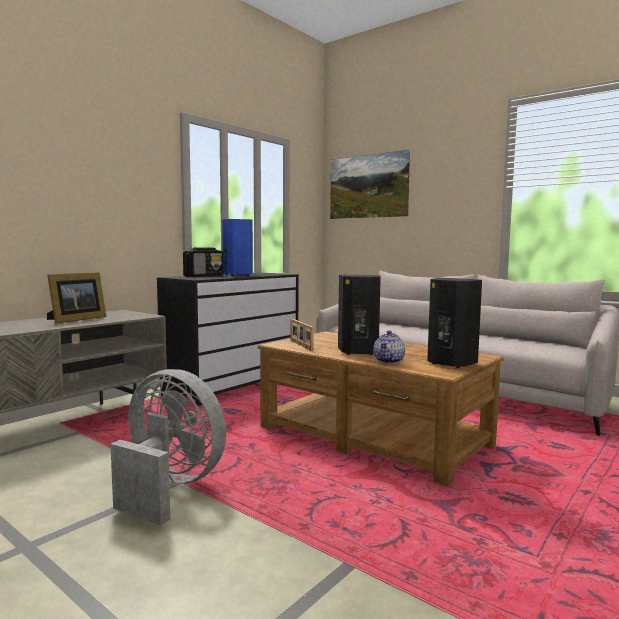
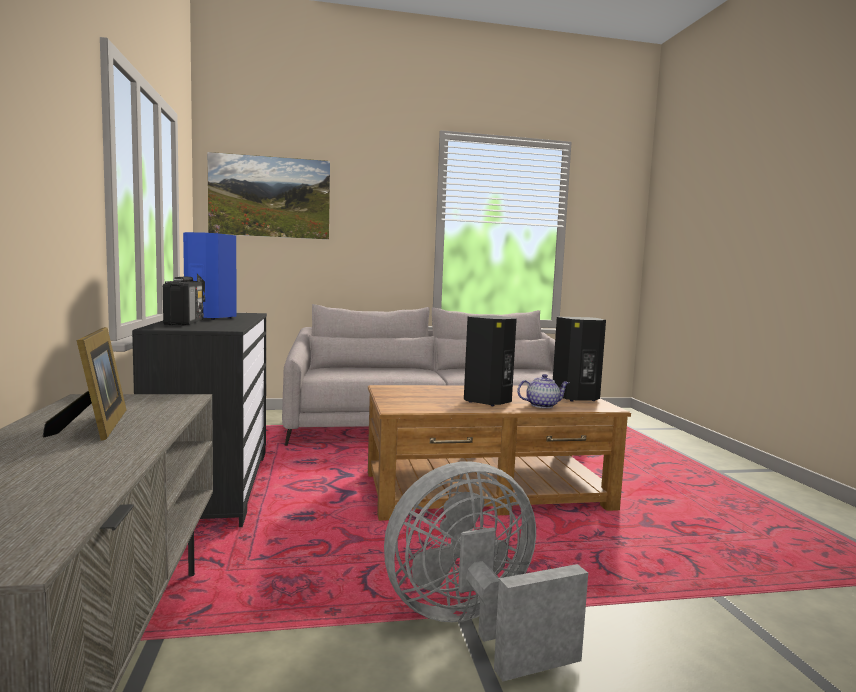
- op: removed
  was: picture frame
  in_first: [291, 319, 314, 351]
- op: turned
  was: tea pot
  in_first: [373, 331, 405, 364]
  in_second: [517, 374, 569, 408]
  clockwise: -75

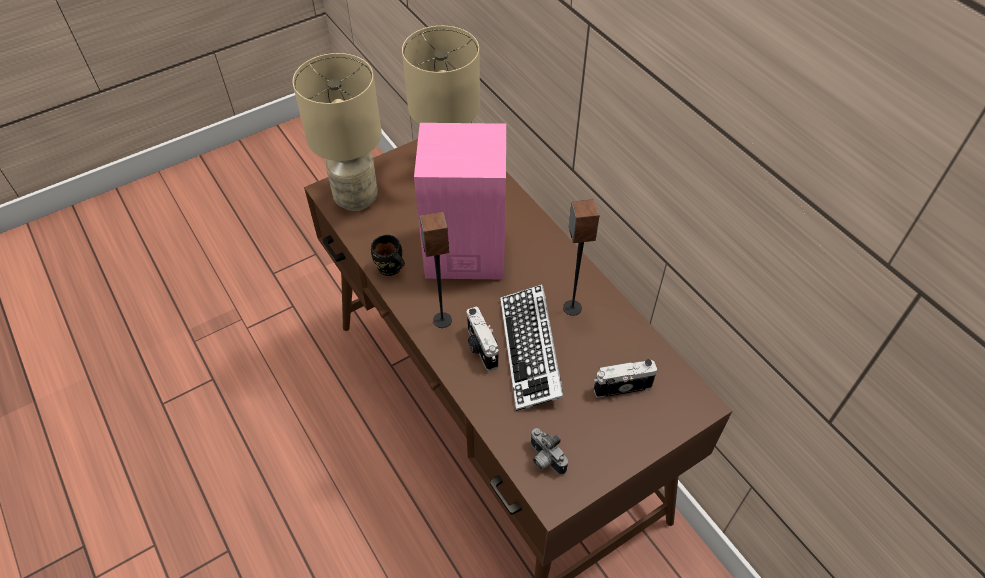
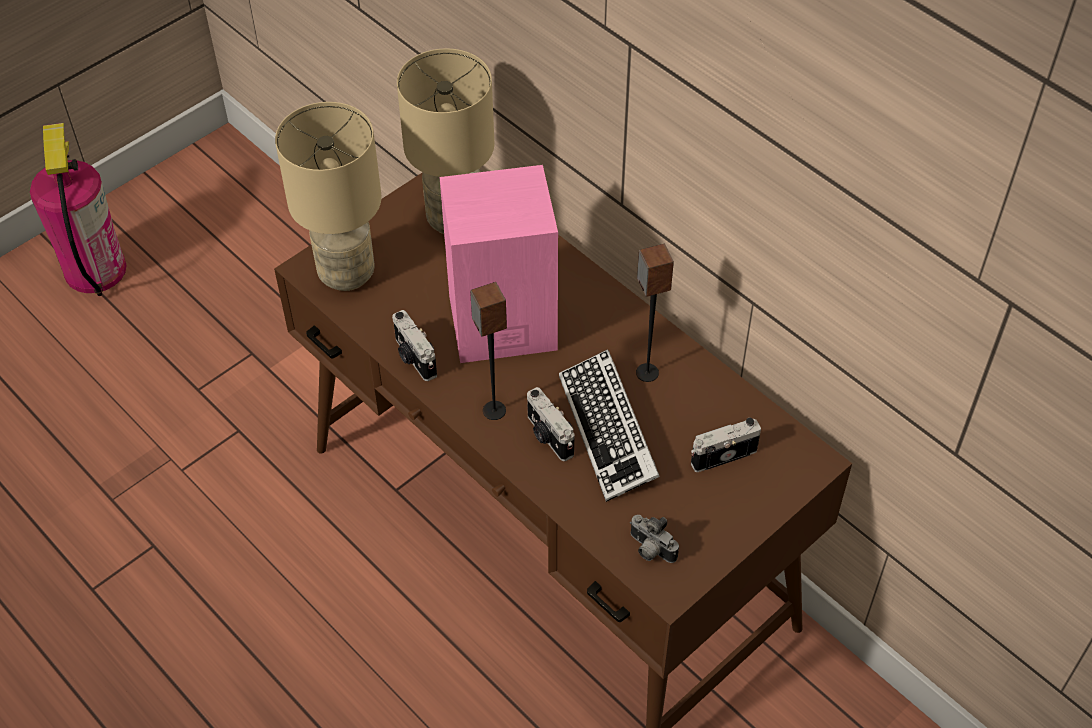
- op: replaced
  was: blackish mug
  now: photo camera
  in_first: [371, 235, 405, 276]
  in_second: [392, 310, 437, 381]
- op: added
  now: extinguisher
  in_second: [30, 123, 127, 296]

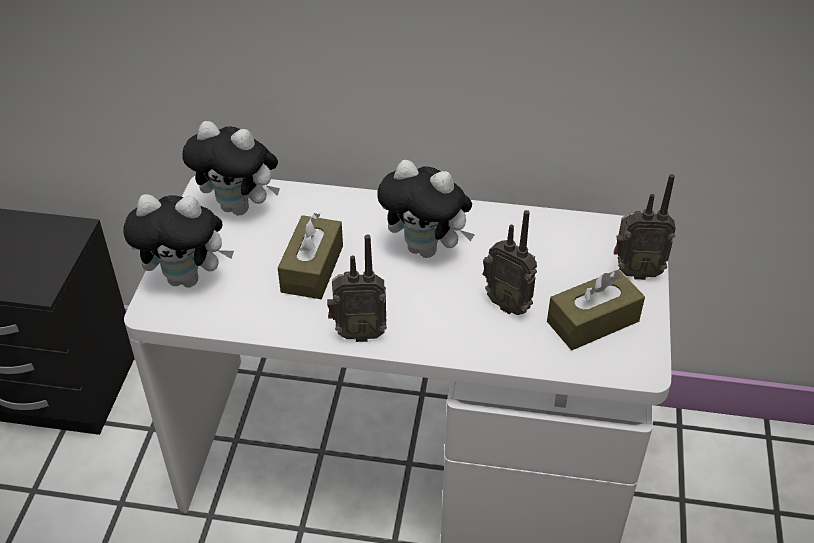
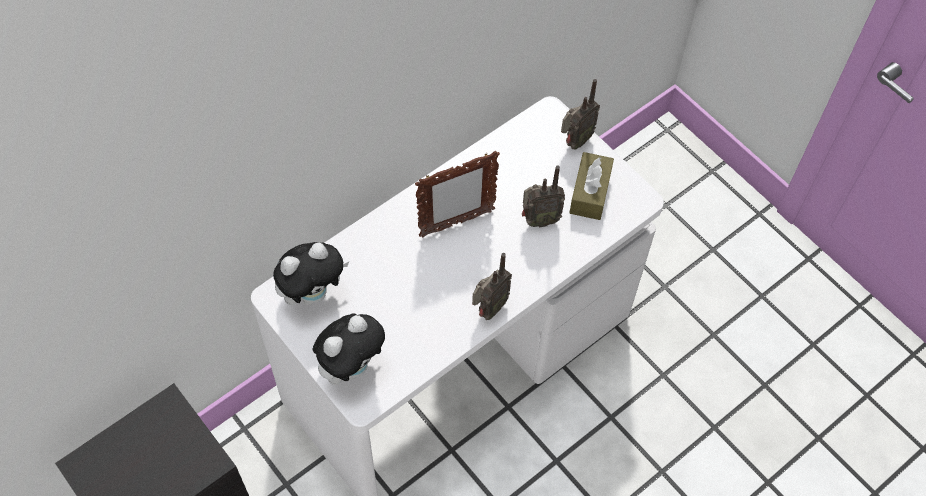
- op: replaced
  was: soft toy
  now: picture frame
  in_first: [378, 160, 475, 258]
  in_second: [415, 151, 500, 238]
- op: removed
  was: brownish tissue holder
  in_first: [278, 213, 343, 299]

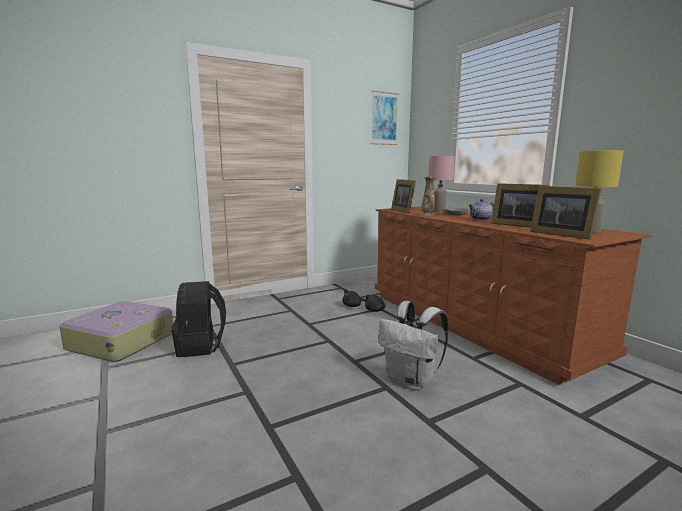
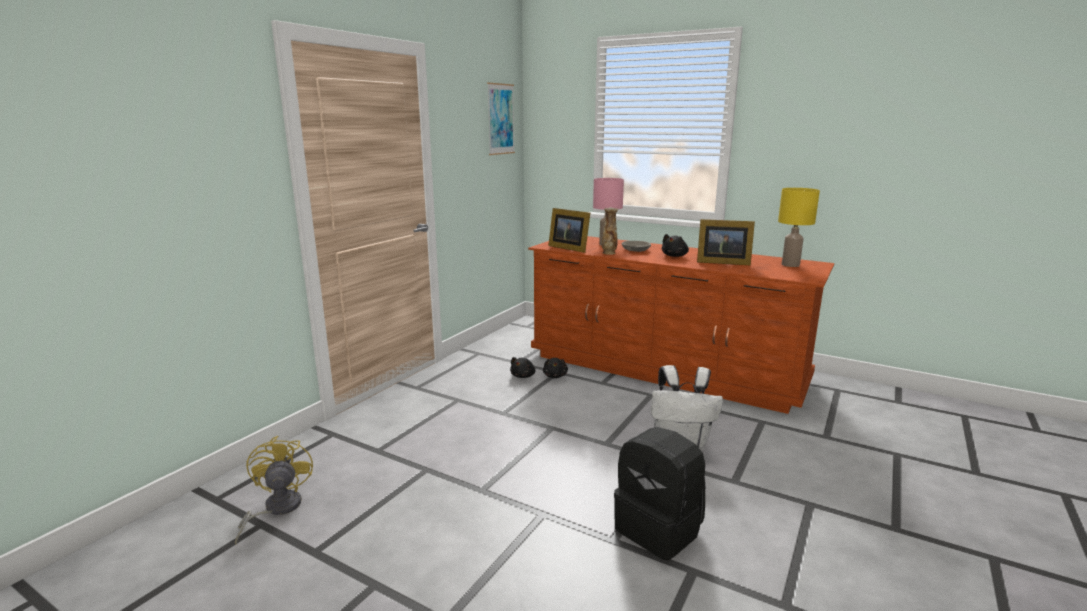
- op: removed
  was: picture frame
  in_first: [530, 186, 602, 240]
- op: replaced
  was: tea pot
  now: blackish soft toy
  in_first: [469, 199, 494, 220]
  in_second: [662, 234, 689, 257]
- op: moved
  was: blackish knapsack
  in_first: [171, 281, 226, 357]
  in_second: [614, 427, 705, 560]
- op: replaced
  was: suitcase
  now: yellowish cooling fan
  in_first: [59, 301, 173, 362]
  in_second: [235, 435, 313, 545]

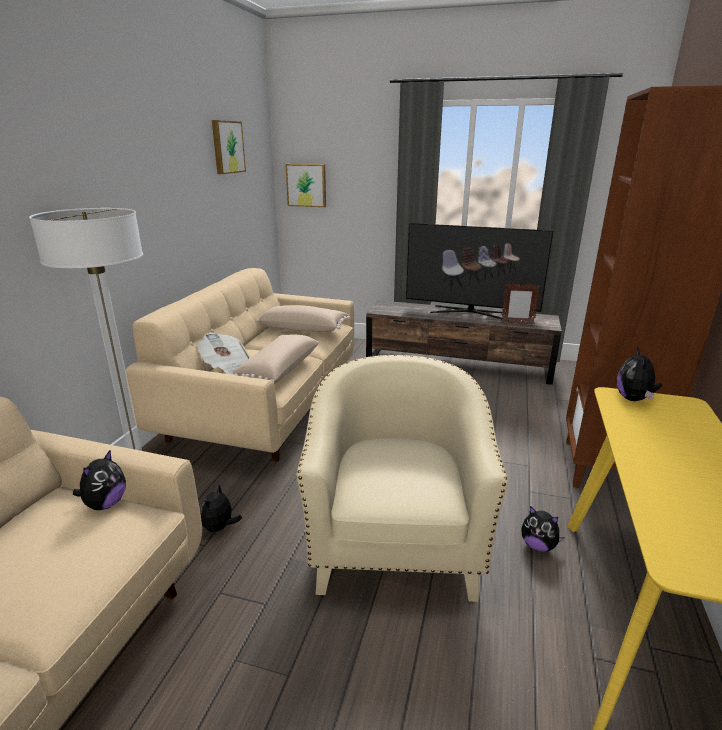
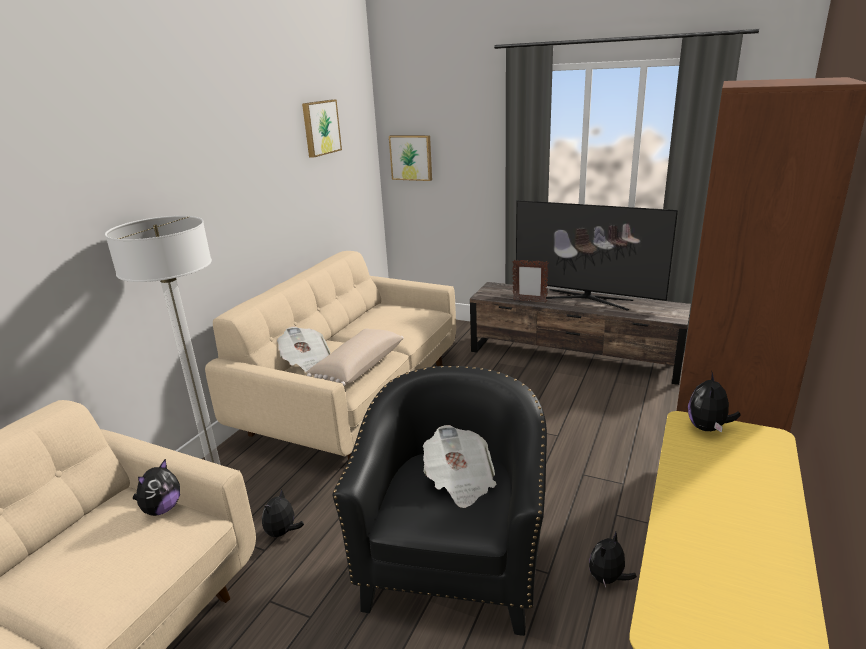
- op: moved
  was: picture frame
  in_first: [501, 284, 540, 325]
  in_second: [512, 260, 548, 302]
- op: removed
  was: sand-coloured throw pillow
  in_first: [256, 305, 350, 332]
- op: recoloured
  was: sand-coloured lounge chair
  now: blackish lounge chair
  in_first: [297, 355, 508, 602]
  in_second: [333, 366, 547, 636]
- op: turned
  was: soft toy
  in_first: [521, 506, 565, 552]
  in_second: [589, 532, 637, 588]
  clockwise: 90
- op: added
  now: printed paper
  in_second: [423, 425, 496, 508]

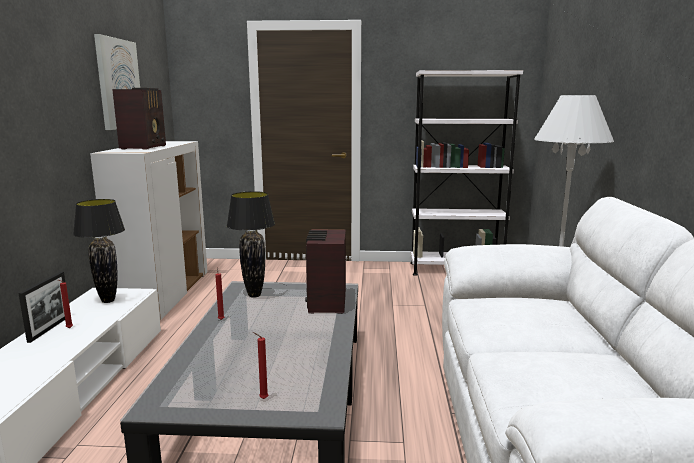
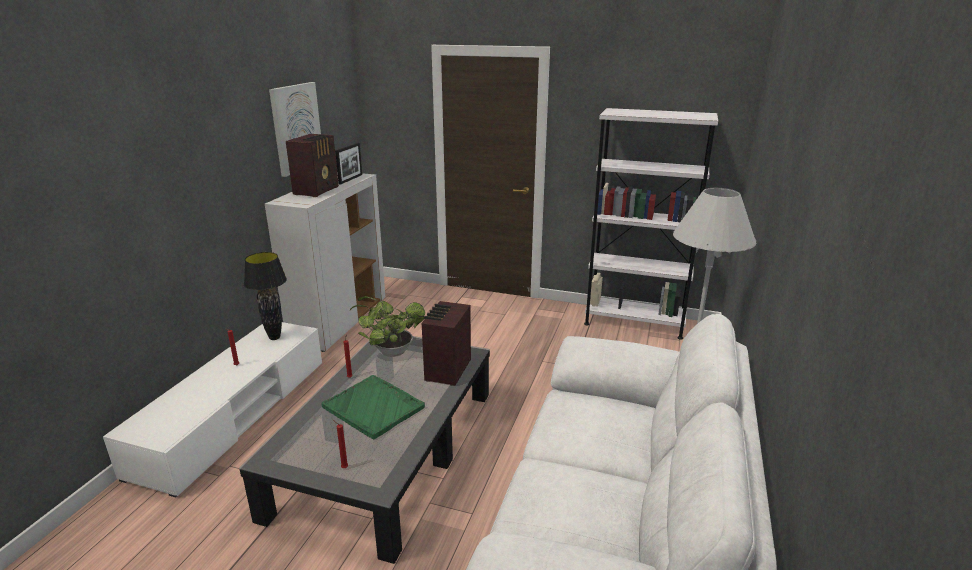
- op: replaced
  was: blackish table lamp
  now: potted plant
  in_first: [227, 191, 275, 298]
  in_second: [350, 296, 425, 357]
- op: moved
  was: picture frame
  in_first: [18, 272, 65, 343]
  in_second: [335, 143, 362, 184]
- op: added
  now: green carrying tray
  in_second: [321, 375, 425, 439]

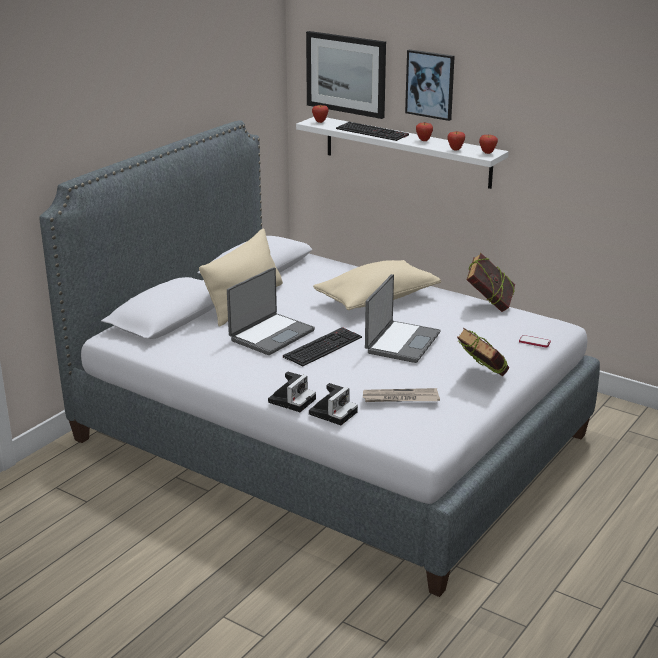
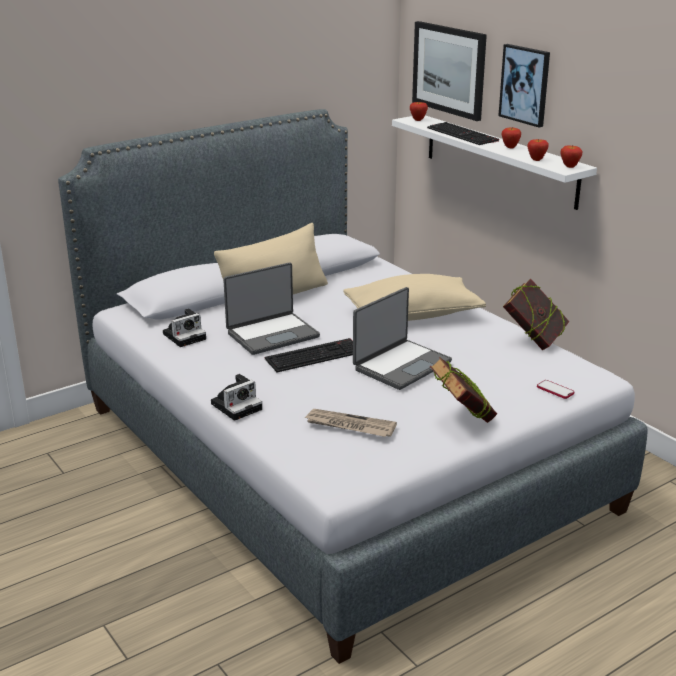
- op: moved
  was: photo camera
  in_first: [309, 383, 358, 425]
  in_second: [163, 308, 206, 347]

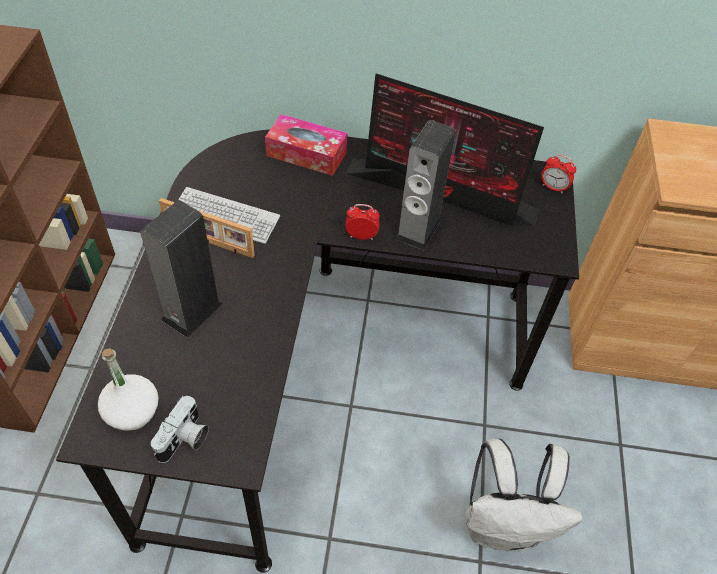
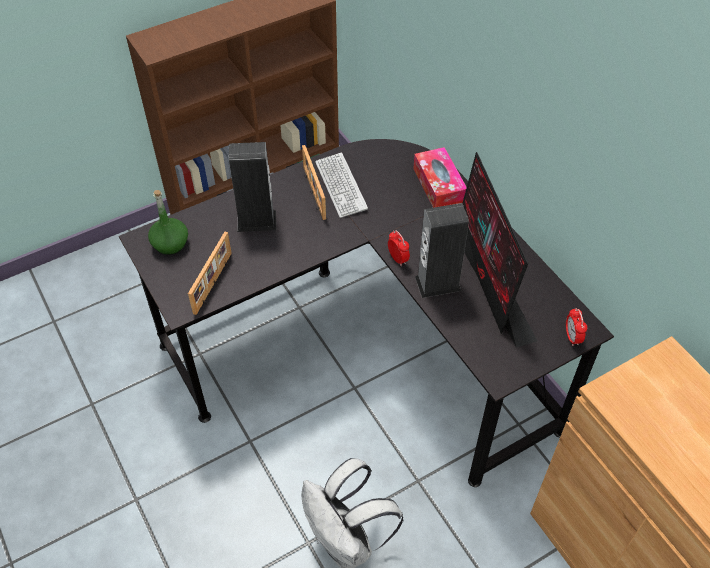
- op: recoloured
  was: white drink bottle
  now: green drink bottle
  in_first: [98, 348, 159, 431]
  in_second: [148, 190, 188, 255]
- op: removed
  was: photo camera
  in_first: [151, 396, 209, 463]
- op: added
  now: picture frame
  in_second: [188, 232, 232, 315]

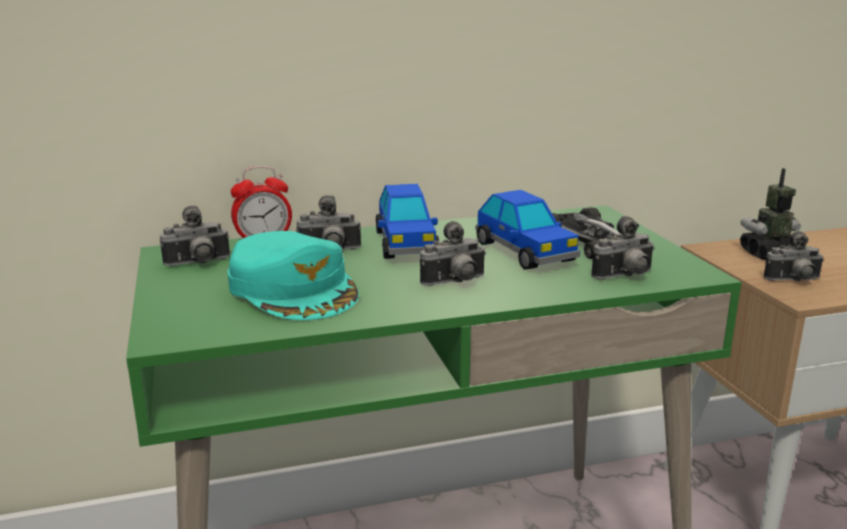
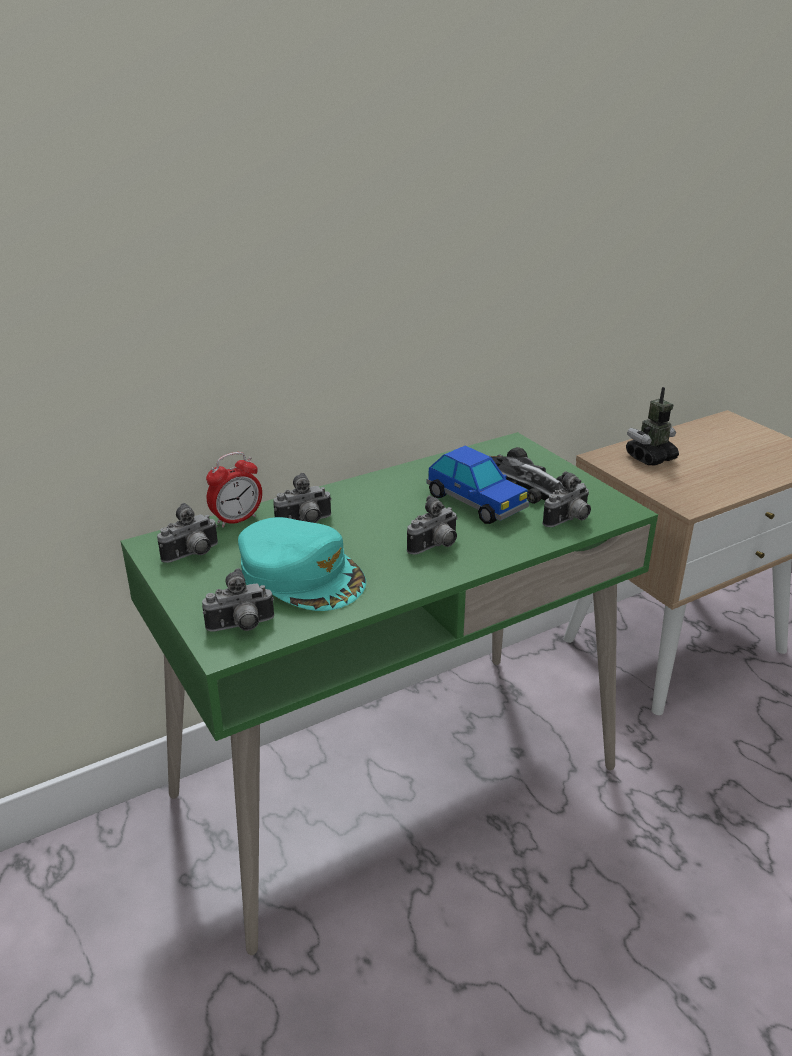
- op: removed
  was: toy car
  in_first: [376, 184, 439, 259]
- op: moved
  was: photo camera
  in_first: [763, 231, 824, 281]
  in_second: [202, 568, 274, 632]

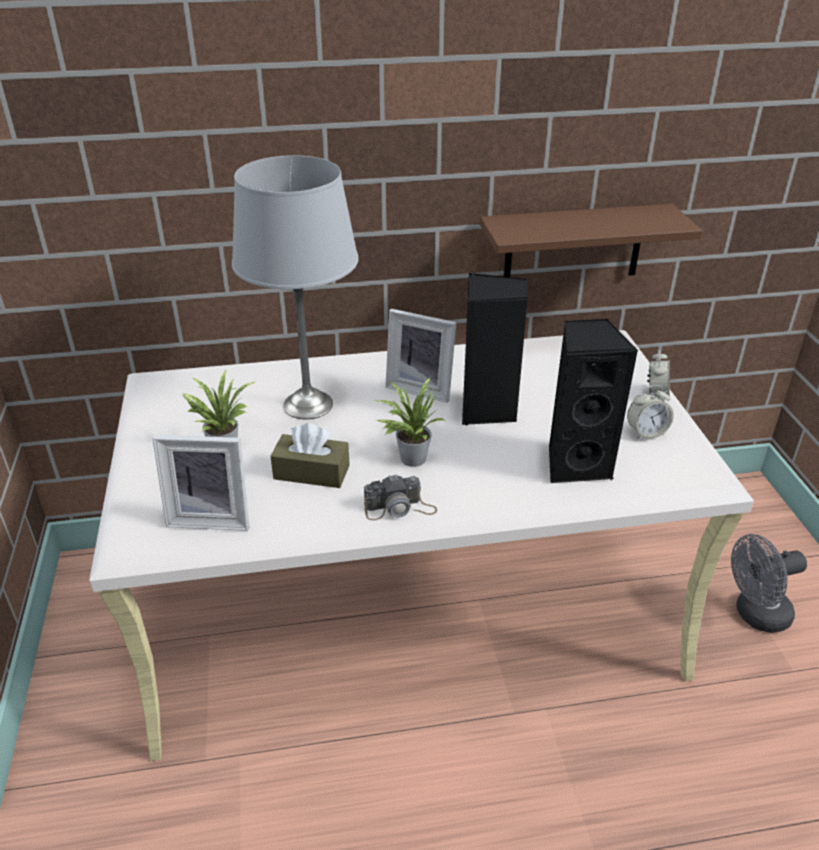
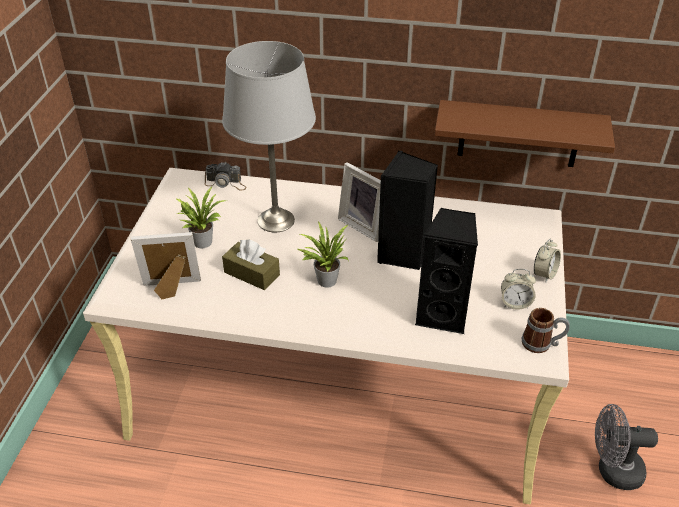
- op: turned
  was: picture frame
  in_first: [152, 435, 249, 531]
  in_second: [131, 232, 201, 299]
  clockwise: 150
- op: moved
  was: photo camera
  in_first: [364, 474, 437, 520]
  in_second: [205, 162, 247, 191]
- op: added
  now: mug
  in_second: [522, 308, 570, 353]

